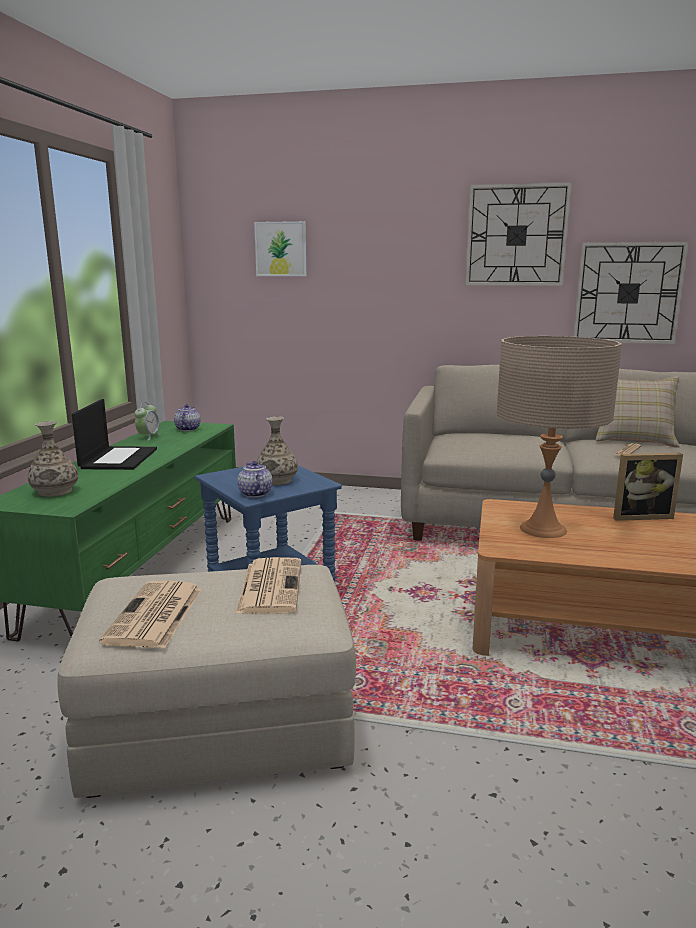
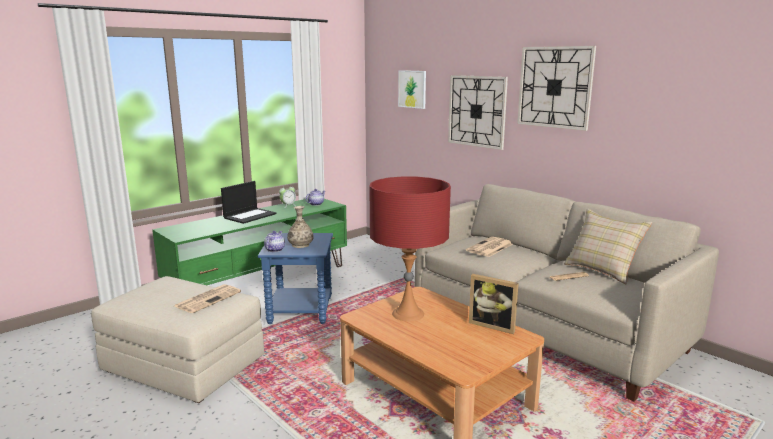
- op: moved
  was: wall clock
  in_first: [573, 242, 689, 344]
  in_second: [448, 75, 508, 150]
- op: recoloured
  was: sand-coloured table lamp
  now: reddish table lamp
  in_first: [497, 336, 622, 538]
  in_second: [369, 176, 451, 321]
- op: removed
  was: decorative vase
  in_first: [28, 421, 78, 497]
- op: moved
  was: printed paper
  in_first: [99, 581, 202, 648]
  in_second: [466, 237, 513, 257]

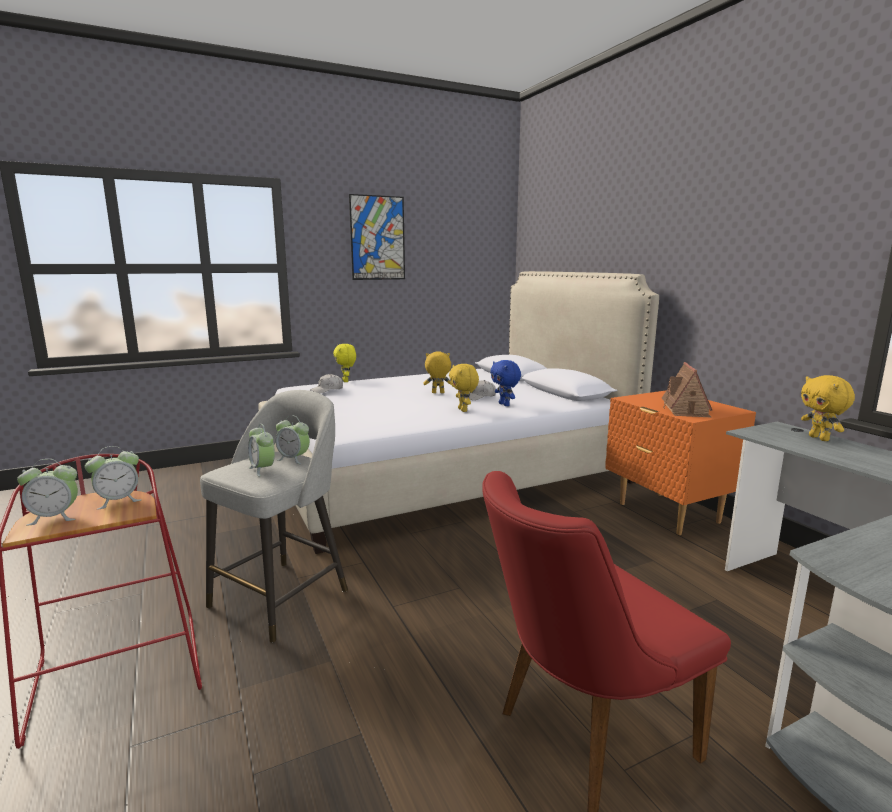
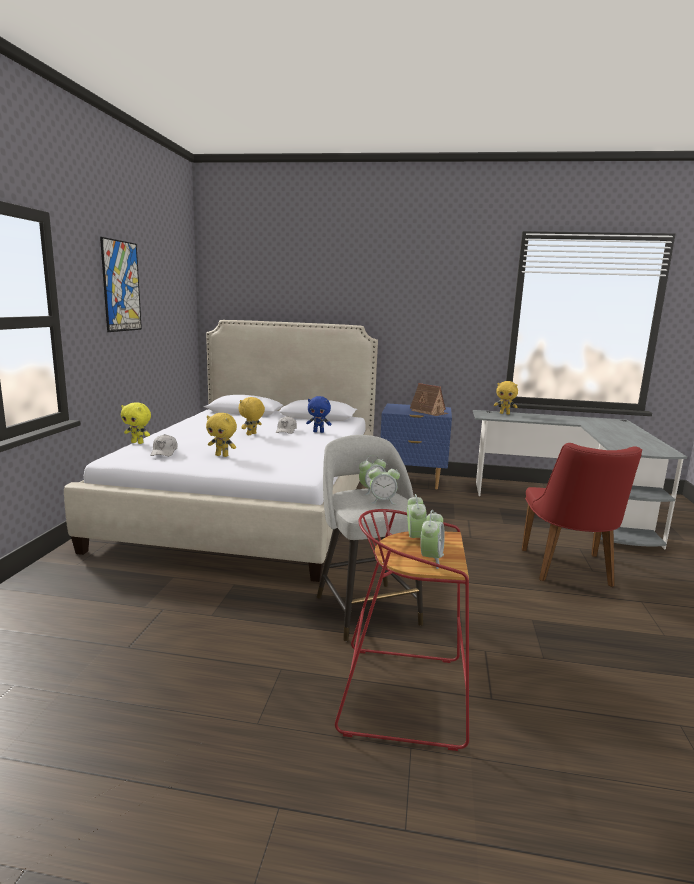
- op: moved
  was: yellowish soft toy
  in_first: [449, 364, 479, 412]
  in_second: [206, 413, 237, 457]
- op: recoloured
  was: orange-coloured bedside table
  now: bluish bedside table
  in_first: [605, 390, 756, 535]
  in_second: [380, 403, 452, 489]

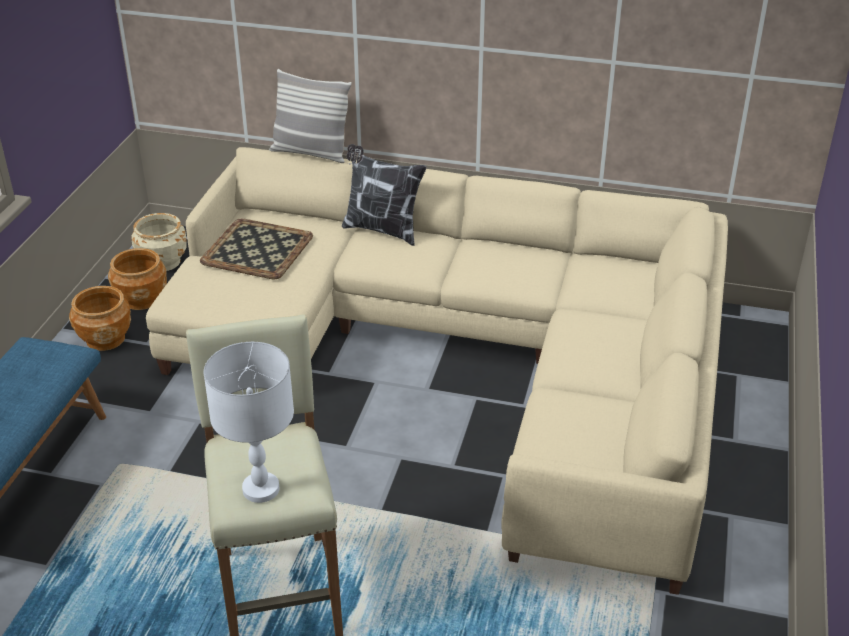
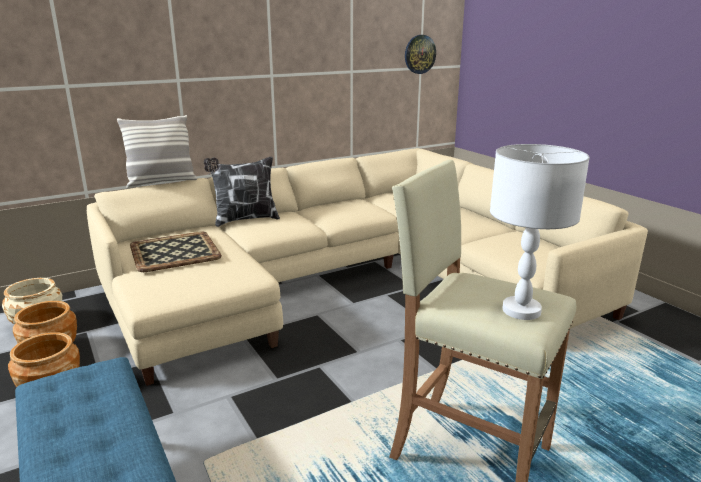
- op: added
  now: wall clock
  in_second: [405, 35, 436, 74]

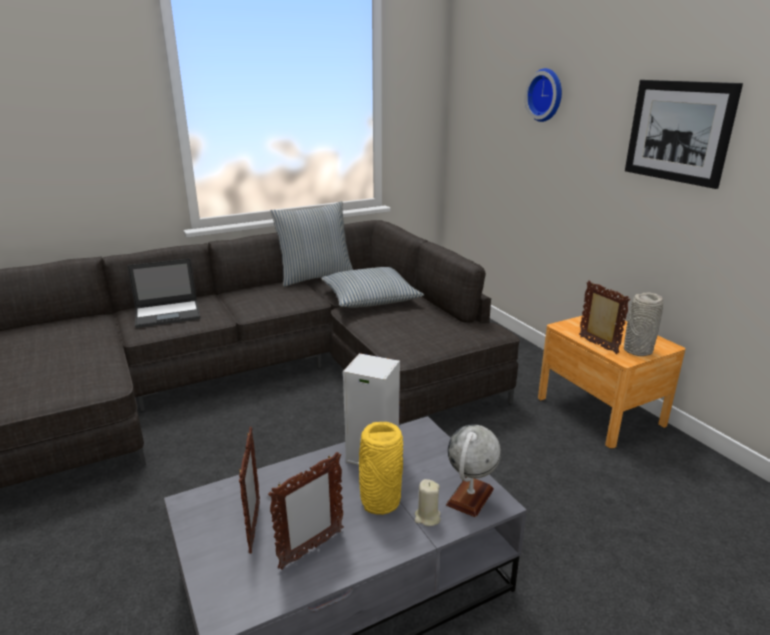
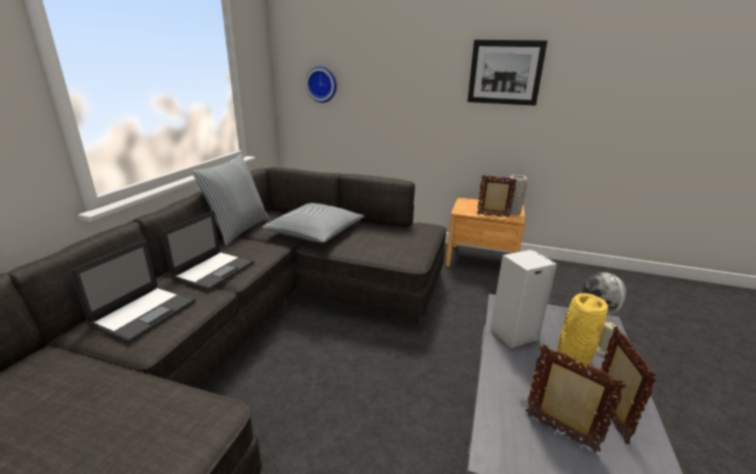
- op: moved
  was: wall clock
  in_first: [525, 68, 562, 122]
  in_second: [305, 66, 337, 103]
- op: added
  now: laptop
  in_second: [162, 211, 254, 291]

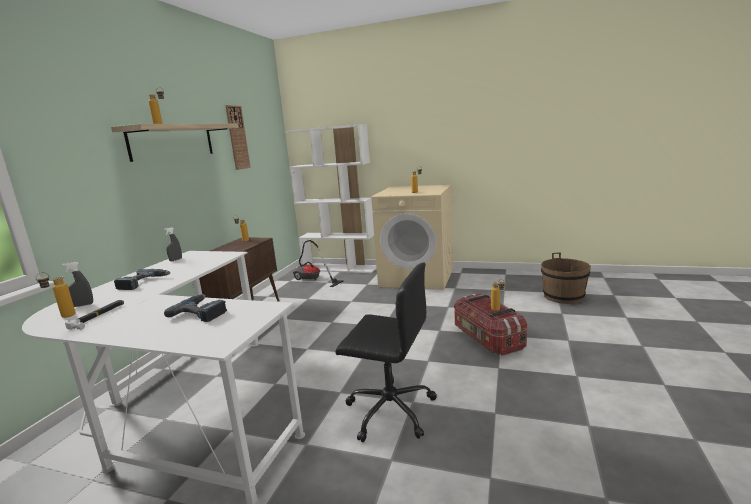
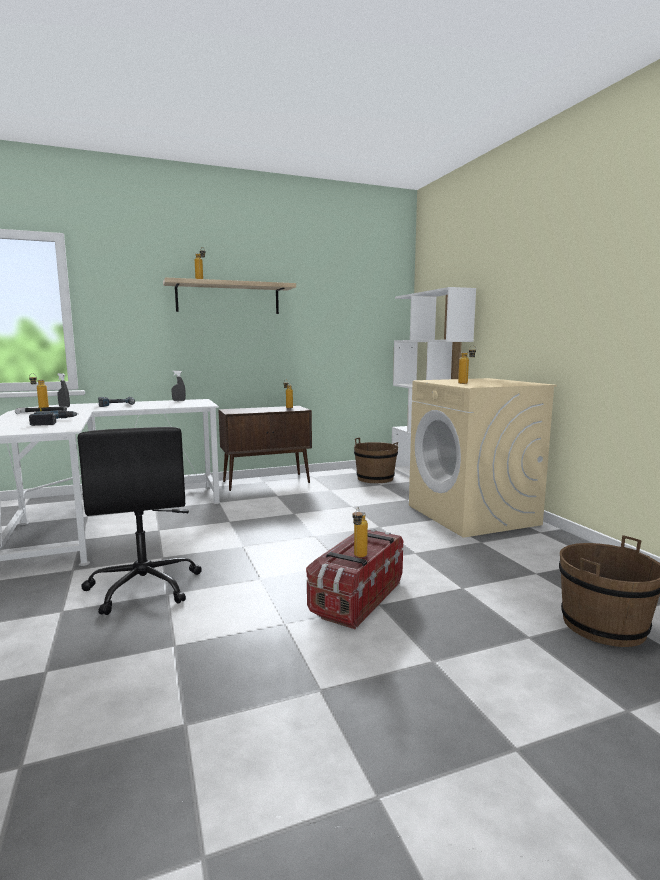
- op: removed
  was: wall clock
  in_first: [225, 105, 251, 170]
- op: replaced
  was: hoover
  now: brownish pail
  in_first: [293, 240, 344, 287]
  in_second: [354, 437, 398, 483]

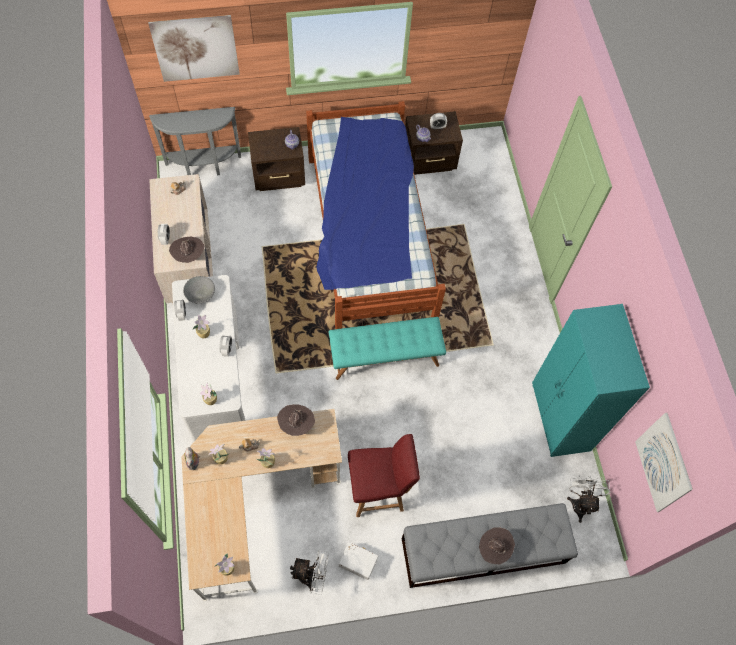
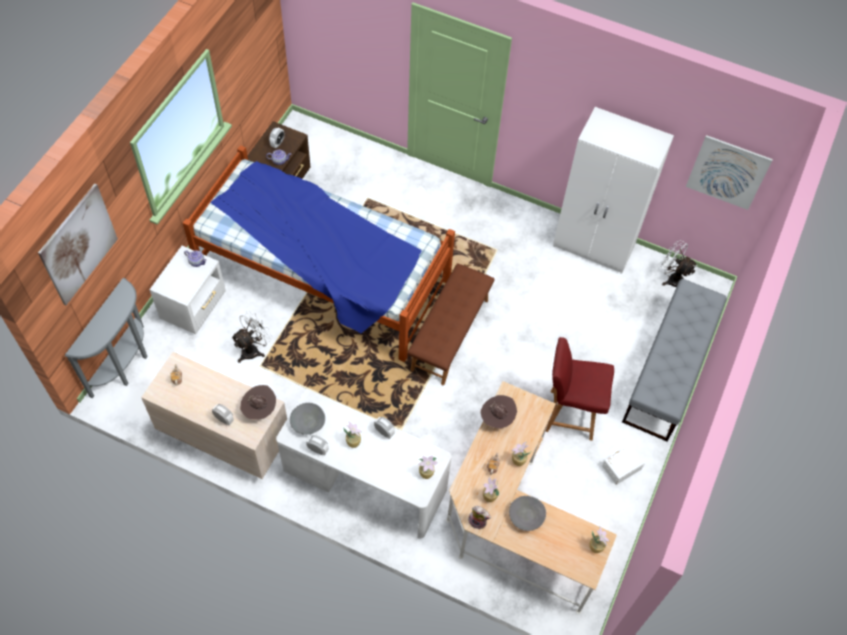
- op: recoloured
  was: brownish bedside table
  now: white bedside table
  in_first: [248, 127, 305, 191]
  in_second: [149, 246, 226, 334]
- op: recoloured
  was: turquoise armoire
  now: white armoire
  in_first: [532, 304, 650, 457]
  in_second: [553, 107, 674, 274]
- op: recoloured
  was: turquoise long seat
  now: brownish long seat
  in_first: [329, 317, 446, 380]
  in_second: [408, 263, 495, 385]
- op: turned
  was: reddish plain chair
  in_first: [348, 434, 420, 517]
  in_second: [545, 337, 614, 441]
  clockwise: -105
- op: removed
  was: brownish wearable hat
  in_first: [479, 527, 515, 564]
- op: moved
  was: white cooling fan
  in_first: [290, 550, 329, 595]
  in_second: [231, 310, 273, 363]
- op: added
  now: gray bowl
  in_second: [509, 496, 546, 531]

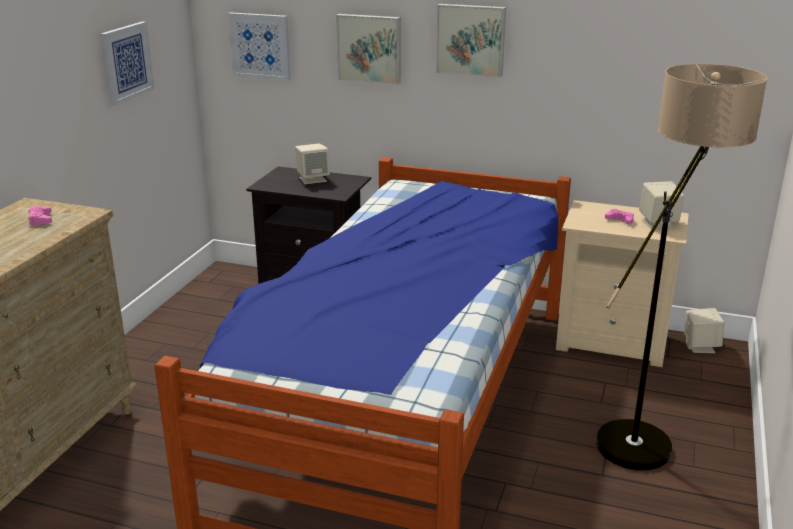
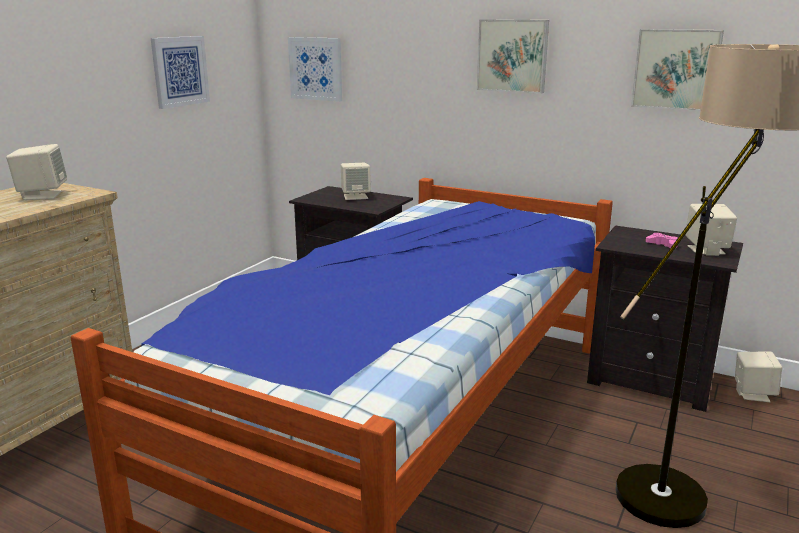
- op: moved
  was: picture
  in_first: [336, 14, 401, 85]
  in_second: [631, 29, 724, 111]
- op: recoloured
  was: sand-coloured bedside table
  now: blackish bedside table
  in_first: [556, 200, 689, 367]
  in_second: [587, 226, 743, 412]
- op: replaced
  was: pinkish game controller
  now: sand-coloured speaker
  in_first: [29, 206, 52, 226]
  in_second: [6, 144, 67, 200]

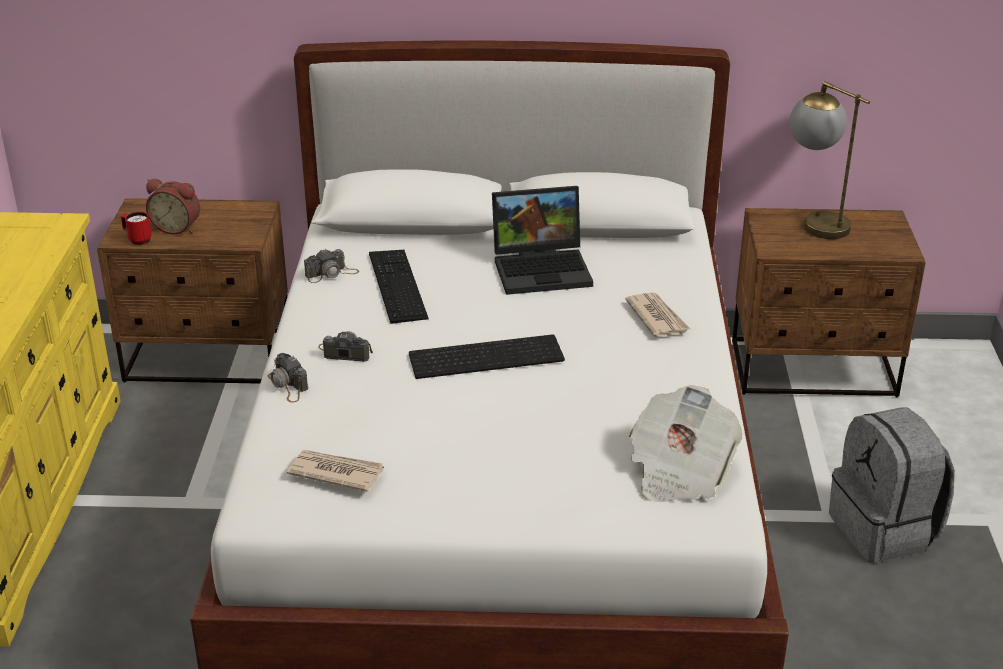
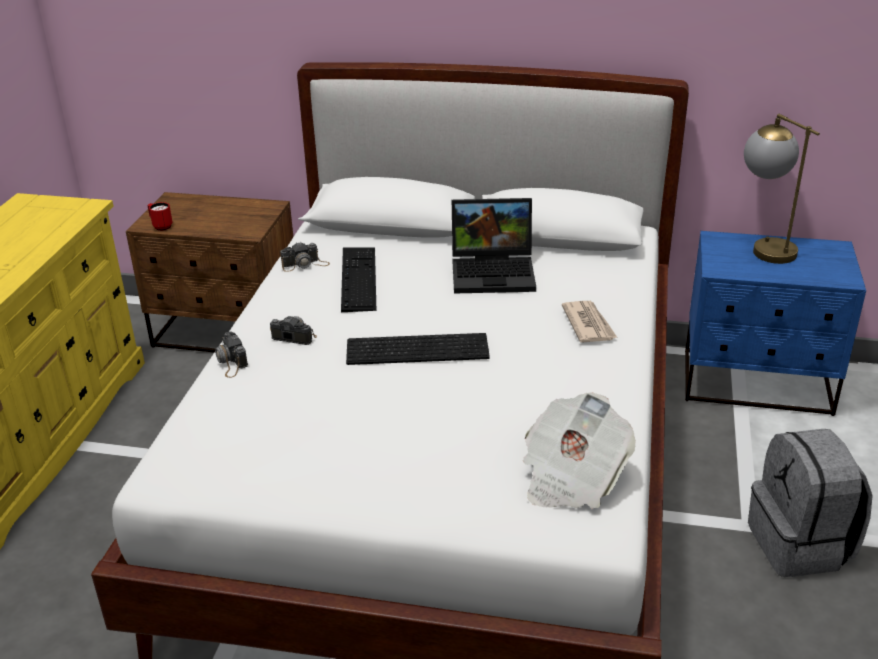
- op: removed
  was: bedside clock
  in_first: [146, 179, 200, 234]
- op: recoloured
  was: brownish bedside table
  now: bluish bedside table
  in_first: [732, 208, 926, 397]
  in_second: [685, 231, 866, 416]
- op: removed
  was: printed paper
  in_first: [287, 450, 384, 492]

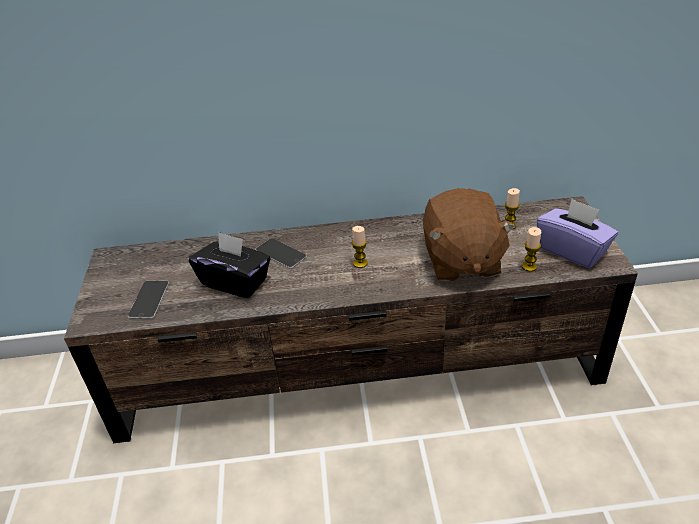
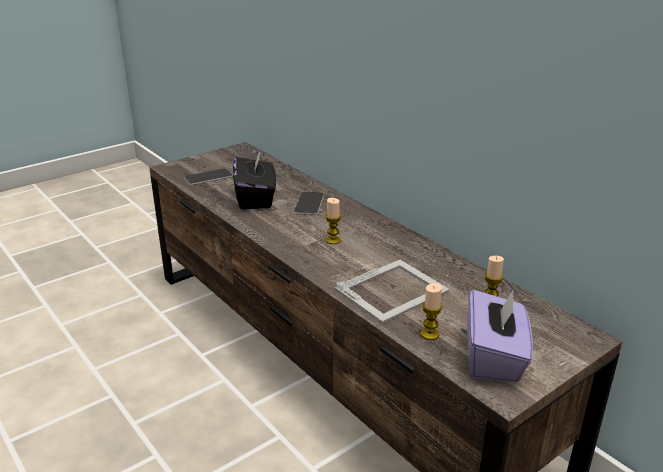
- op: replaced
  was: brownish soft toy
  now: picture frame
  in_first: [423, 188, 516, 282]
  in_second: [334, 260, 450, 324]

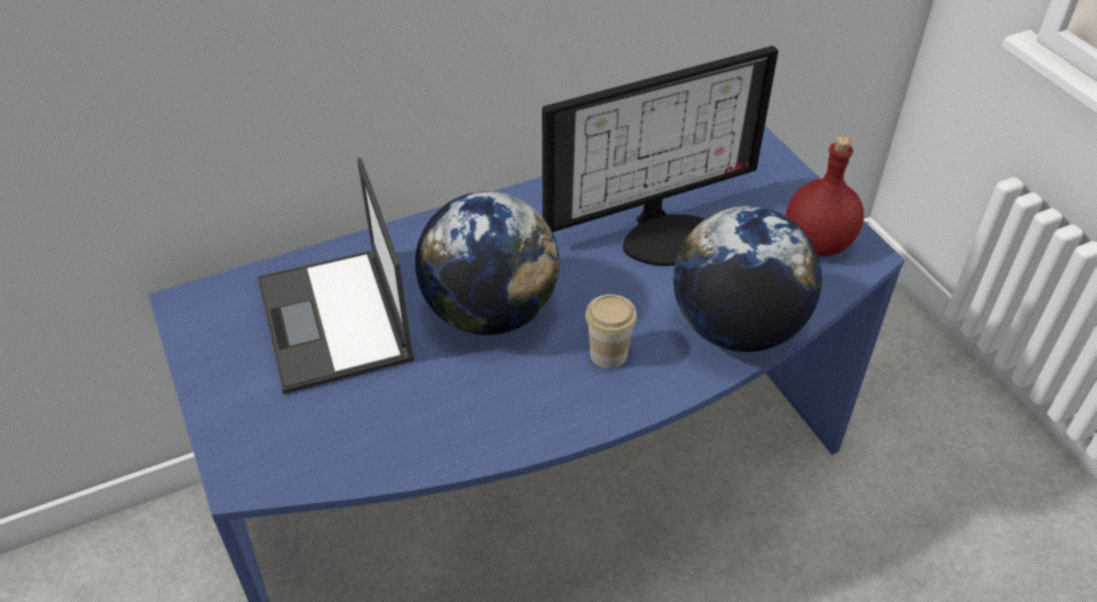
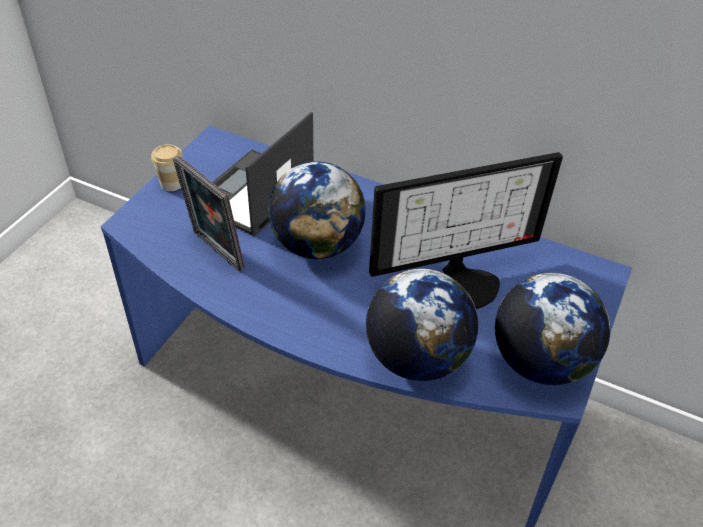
- op: turned
  was: monitor
  in_first: [542, 46, 778, 266]
  in_second: [369, 152, 563, 310]
  clockwise: -45
- op: replaced
  was: reddish drink bottle
  now: desk globe
  in_first: [786, 136, 864, 256]
  in_second: [495, 273, 610, 385]
- op: moved
  was: drinking cup
  in_first: [585, 294, 637, 369]
  in_second: [151, 144, 183, 191]
- op: added
  now: picture frame
  in_second: [173, 156, 245, 272]

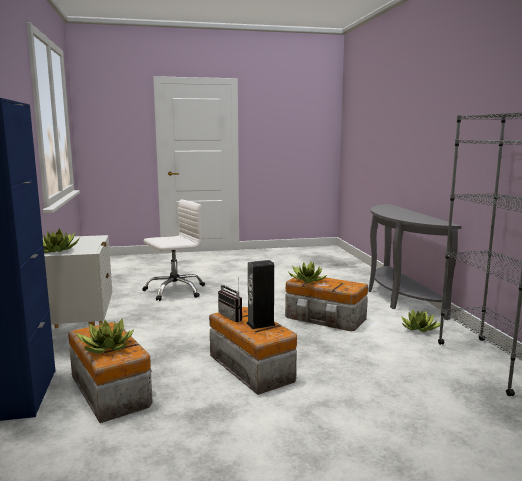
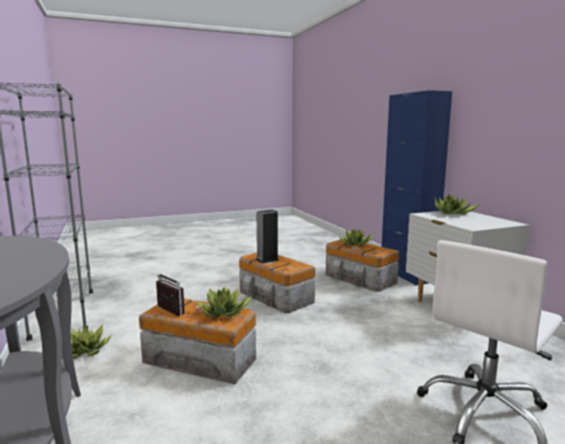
- op: moved
  was: radio set
  in_first: [218, 278, 242, 322]
  in_second: [156, 274, 185, 316]

